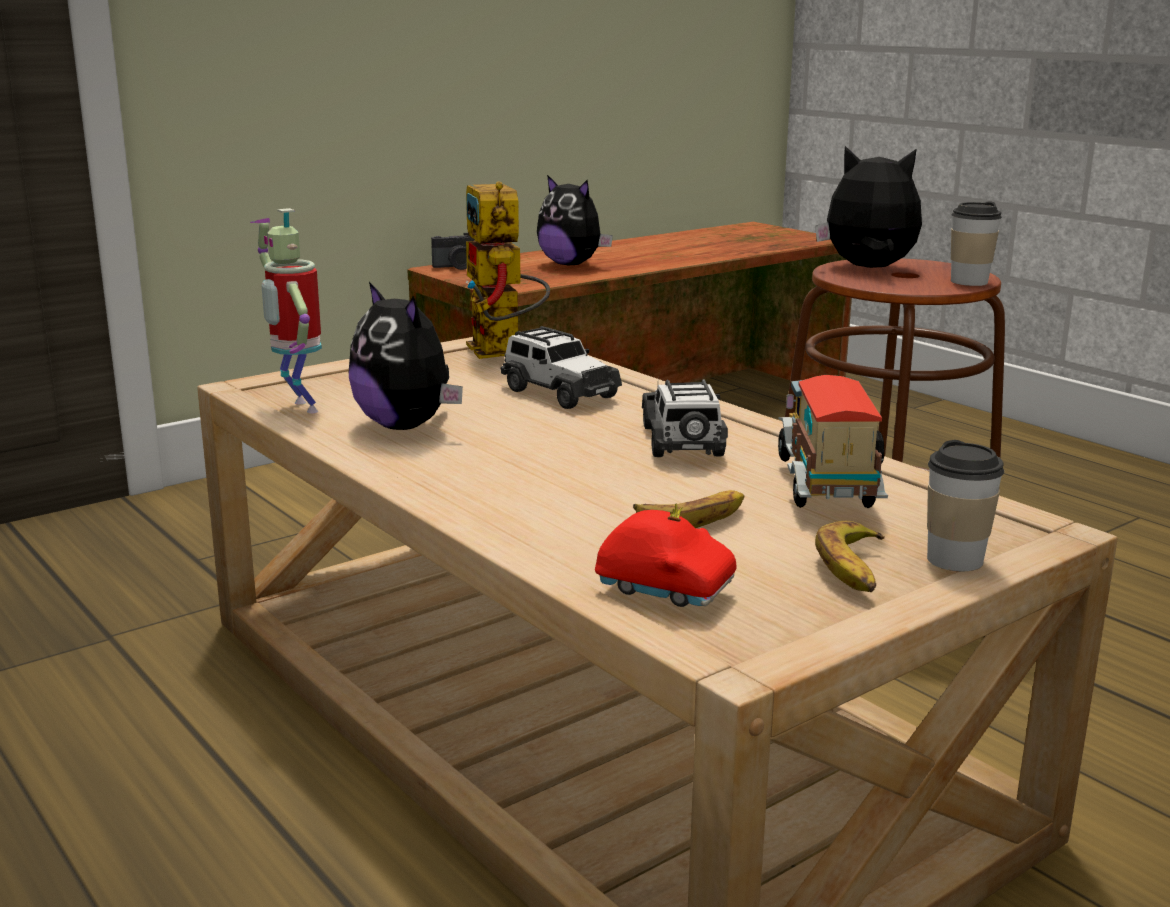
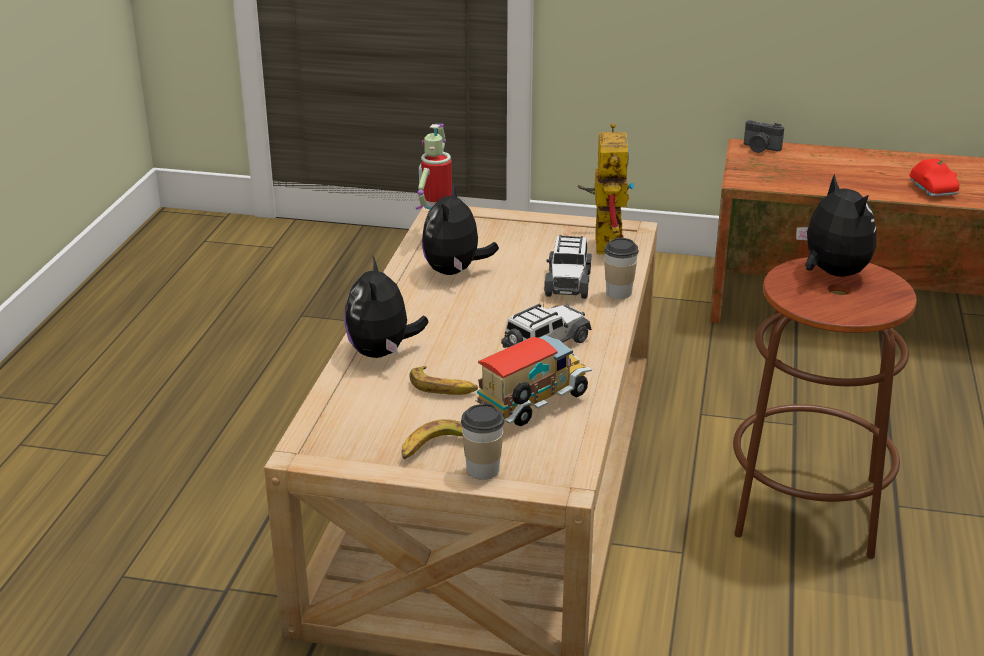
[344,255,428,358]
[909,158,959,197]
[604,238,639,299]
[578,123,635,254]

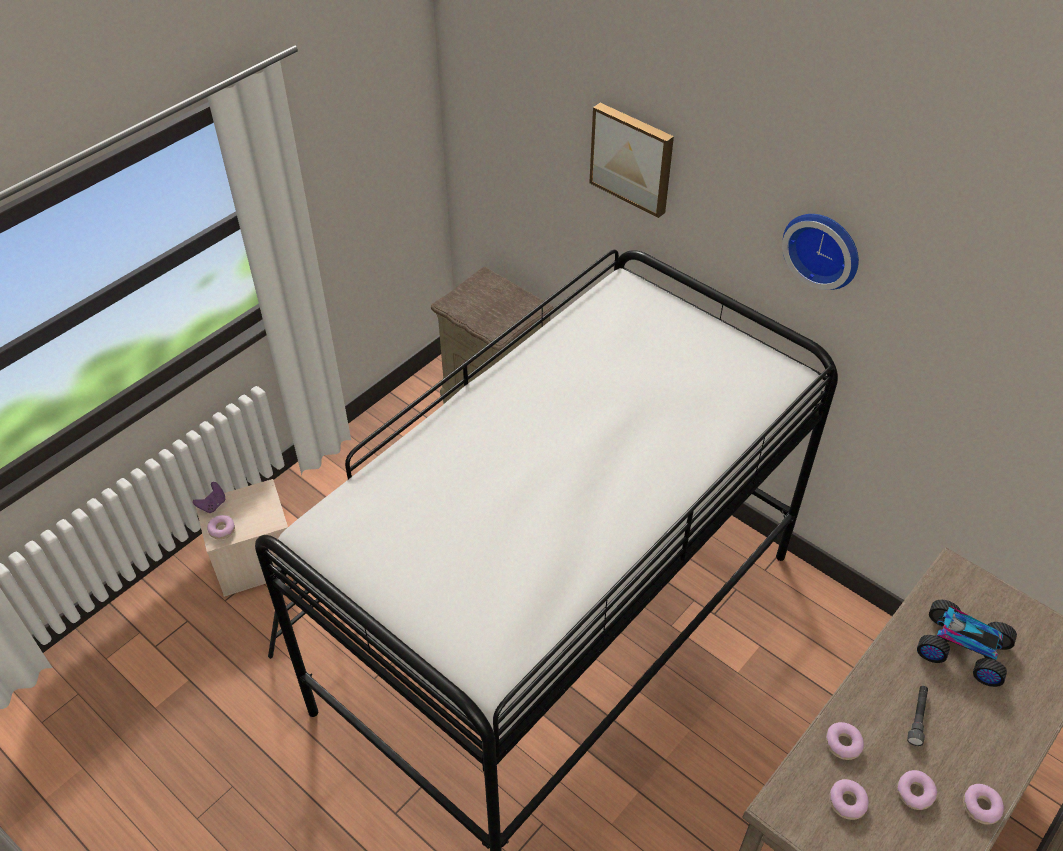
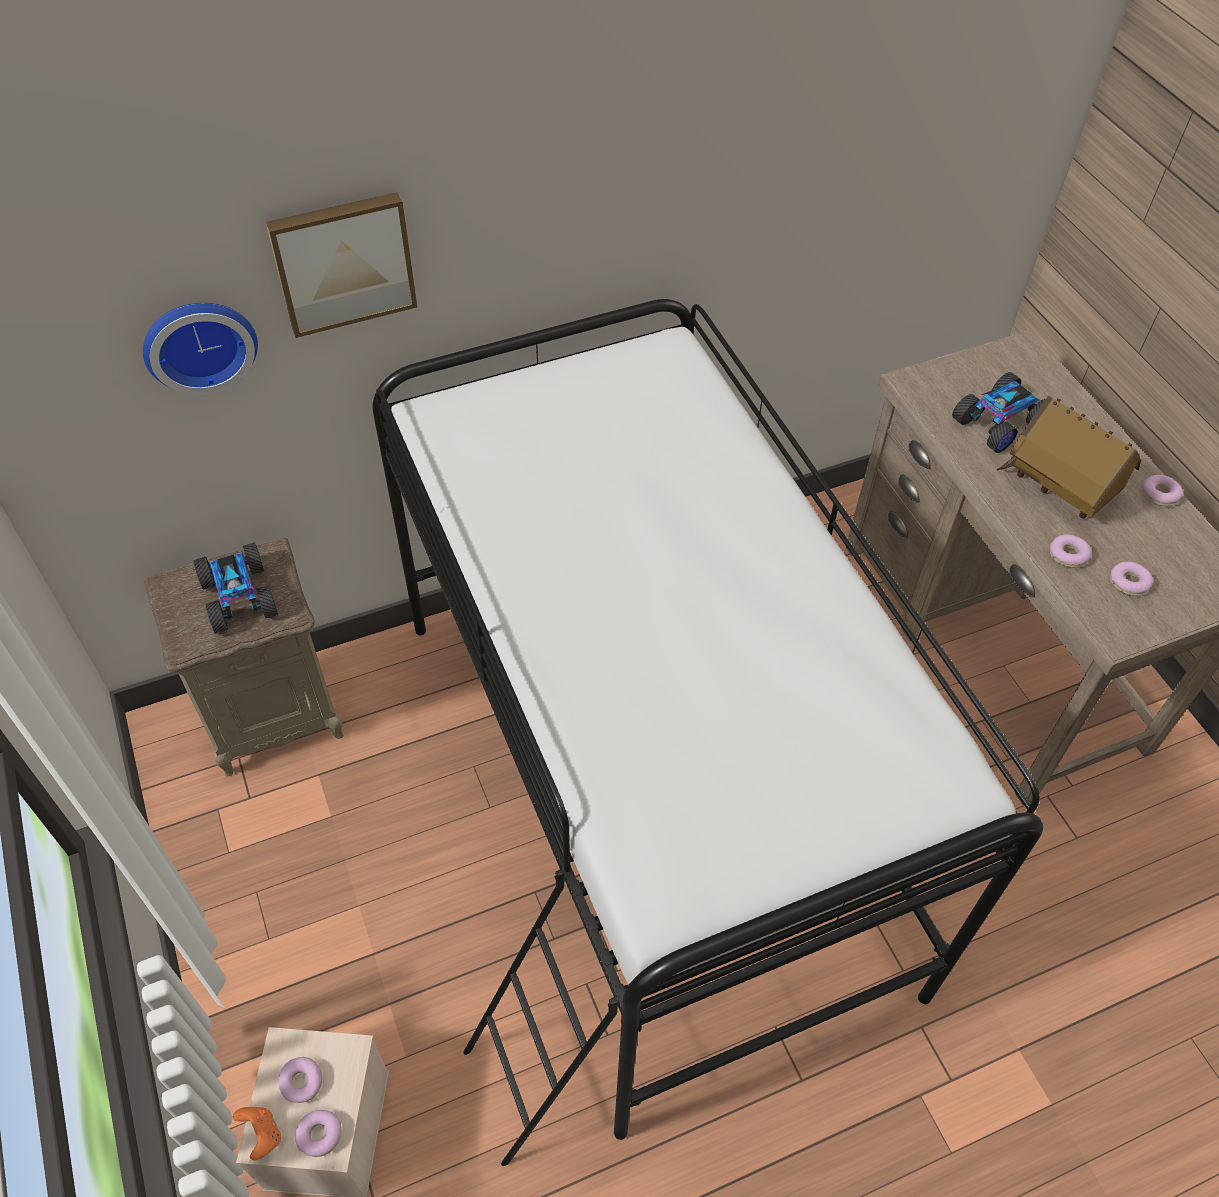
[193,542,278,634]
[143,303,258,395]
[278,1057,322,1103]
[996,395,1141,518]
[233,1107,281,1160]

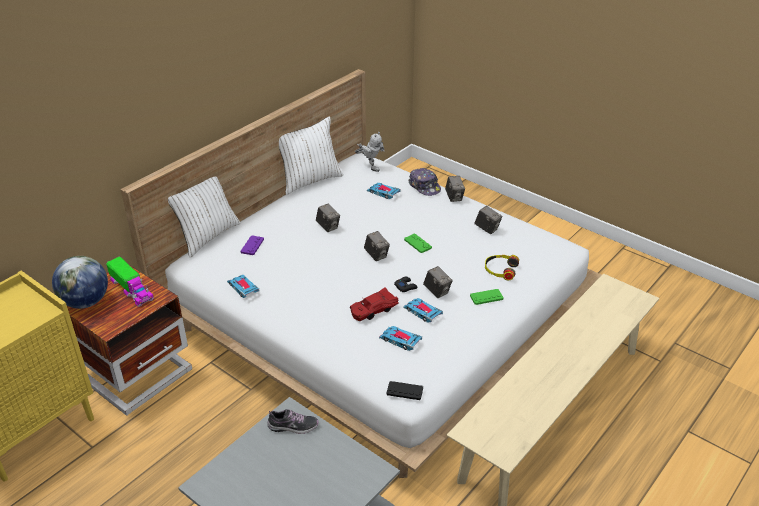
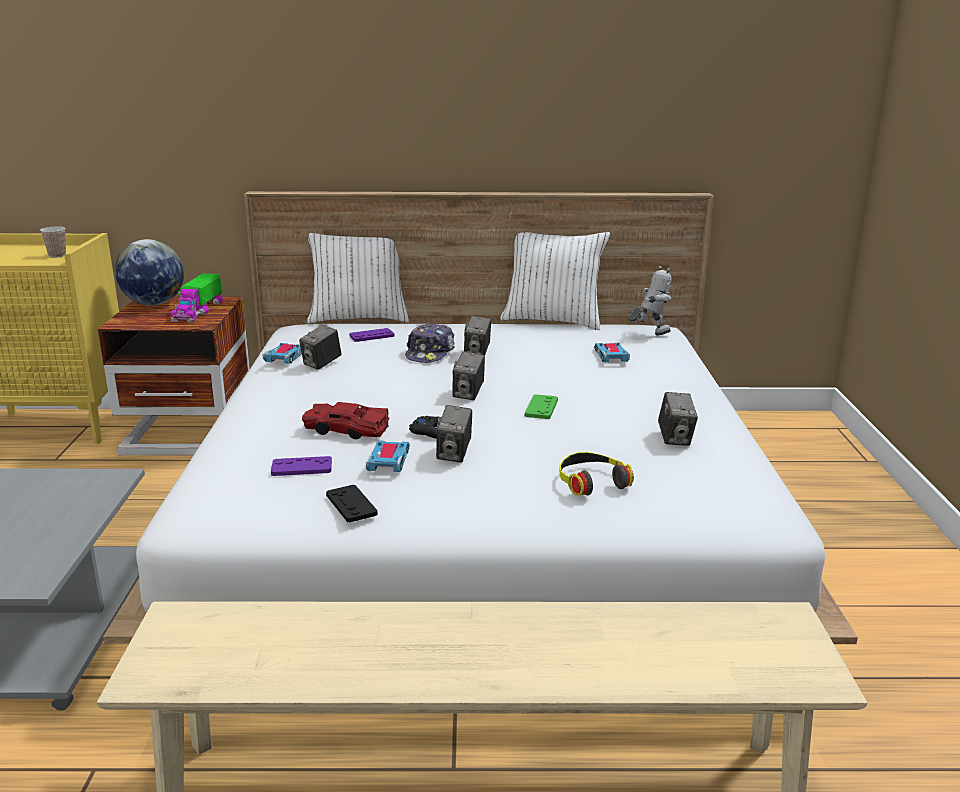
[267,409,319,434] (first image)
[470,289,504,305] (first image)
[40,227,66,258]
[326,485,378,523]
[405,323,455,363]
[299,325,342,370]
[271,456,332,476]
[629,266,671,335]

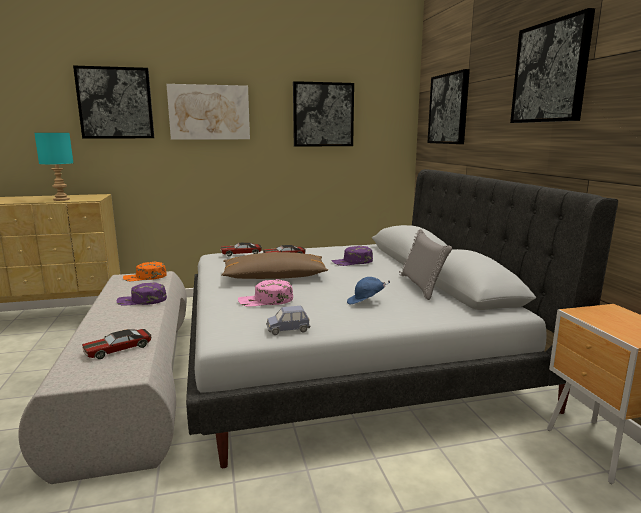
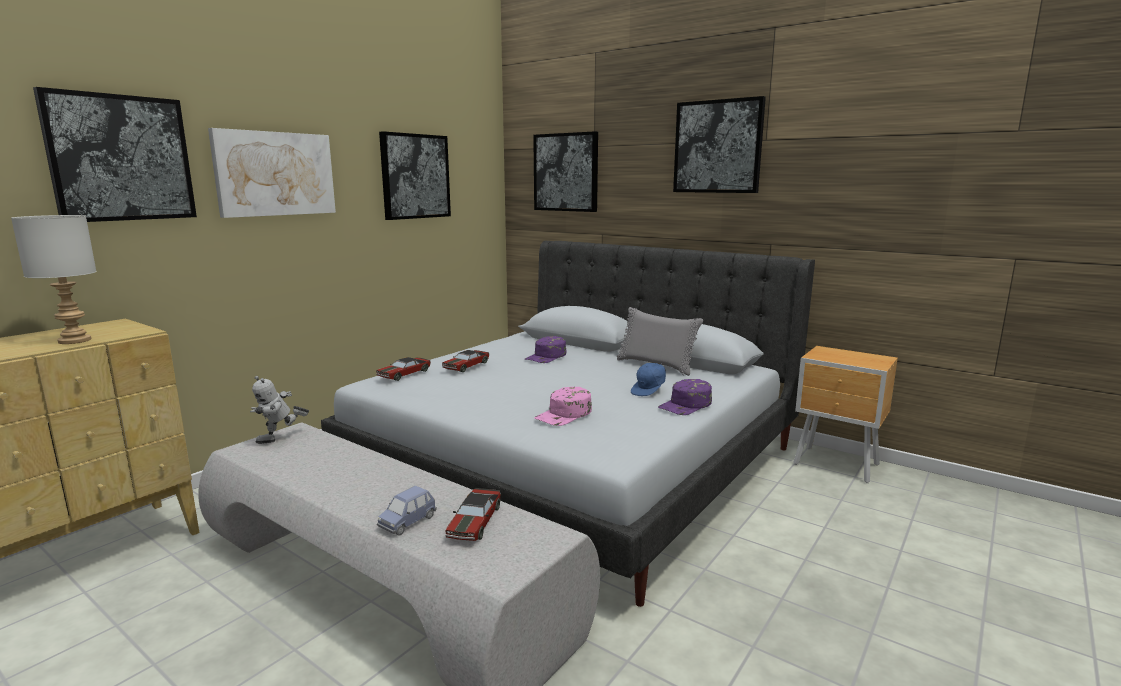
[221,252,328,279] (first image)
[658,379,712,415]
[377,486,437,535]
[250,376,309,444]
[11,215,97,344]

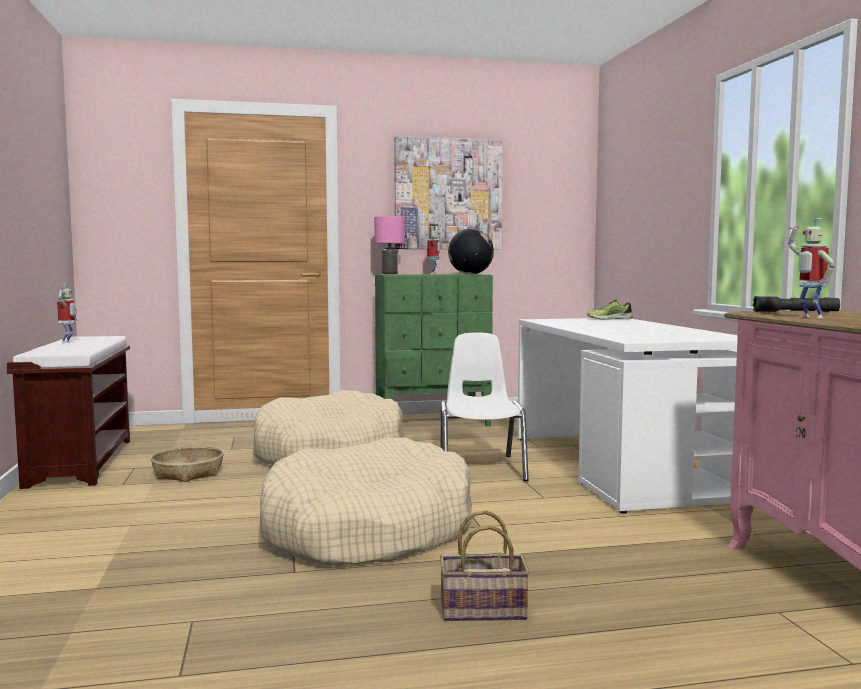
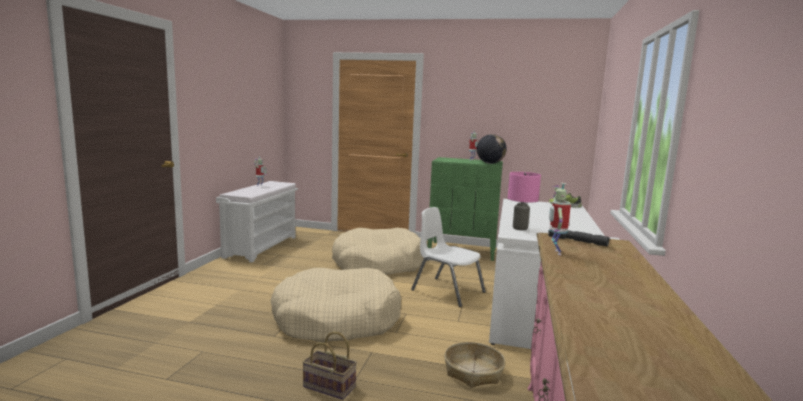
[394,136,503,249] (first image)
[444,342,506,388]
[508,172,541,230]
[216,181,298,262]
[411,207,486,307]

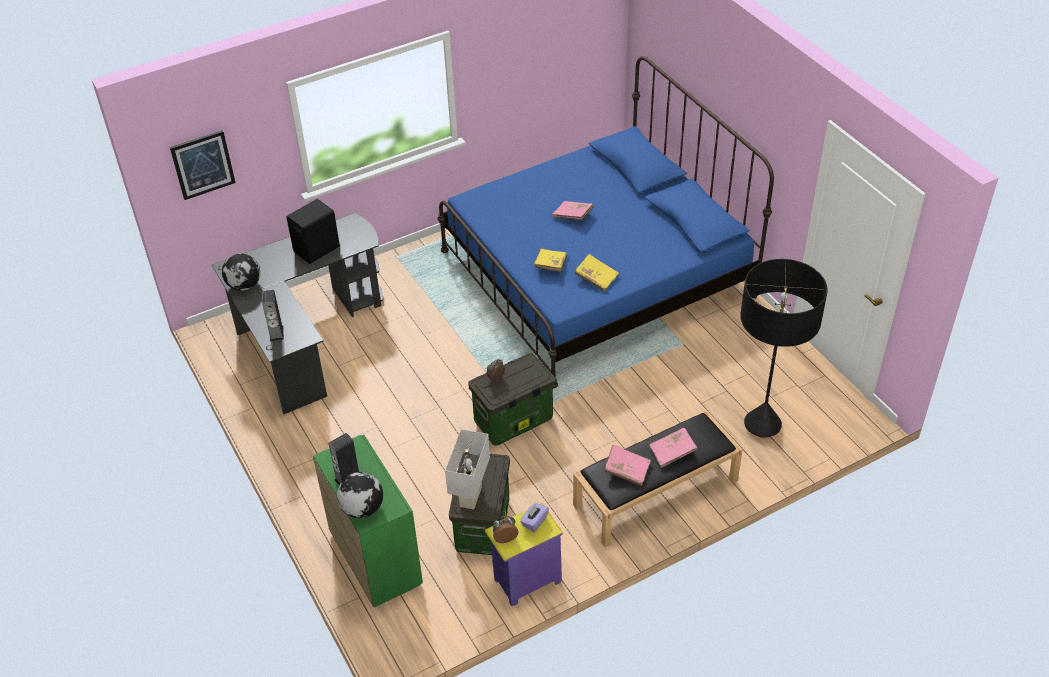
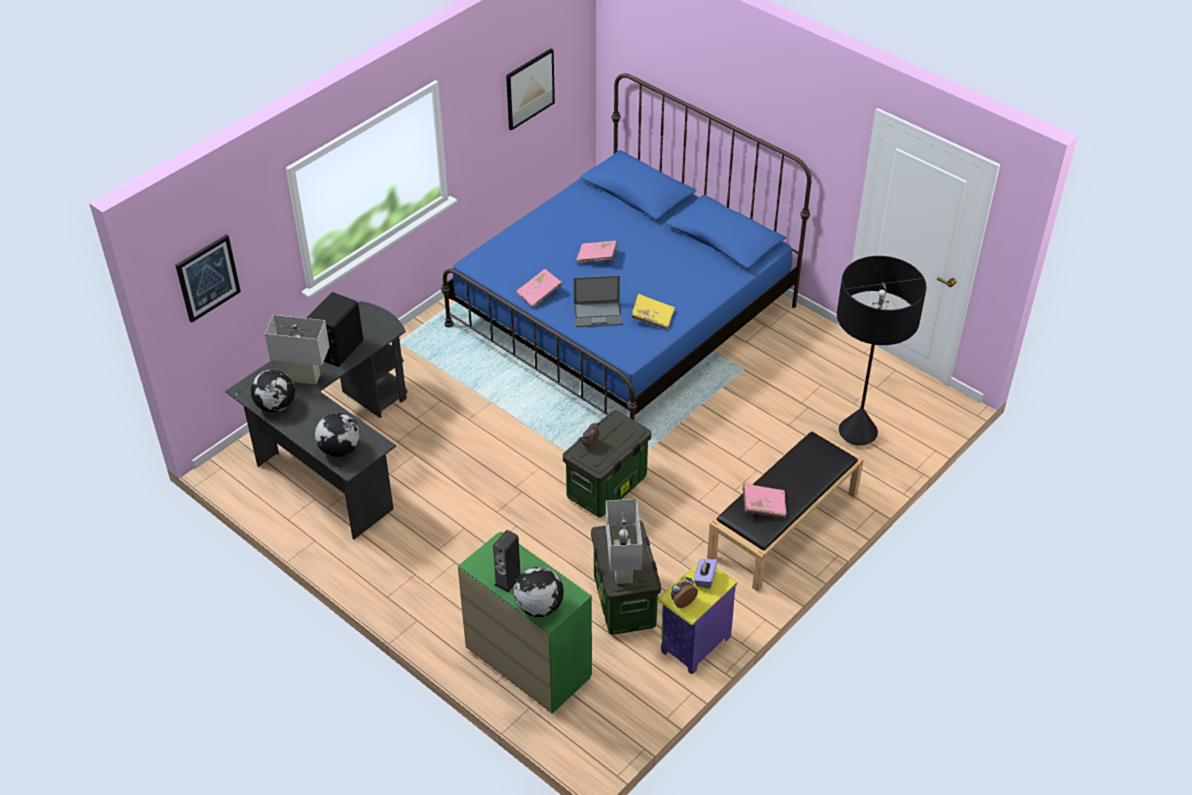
[265,315,330,384]
[506,48,555,131]
[517,269,563,308]
[315,413,360,457]
[574,275,622,327]

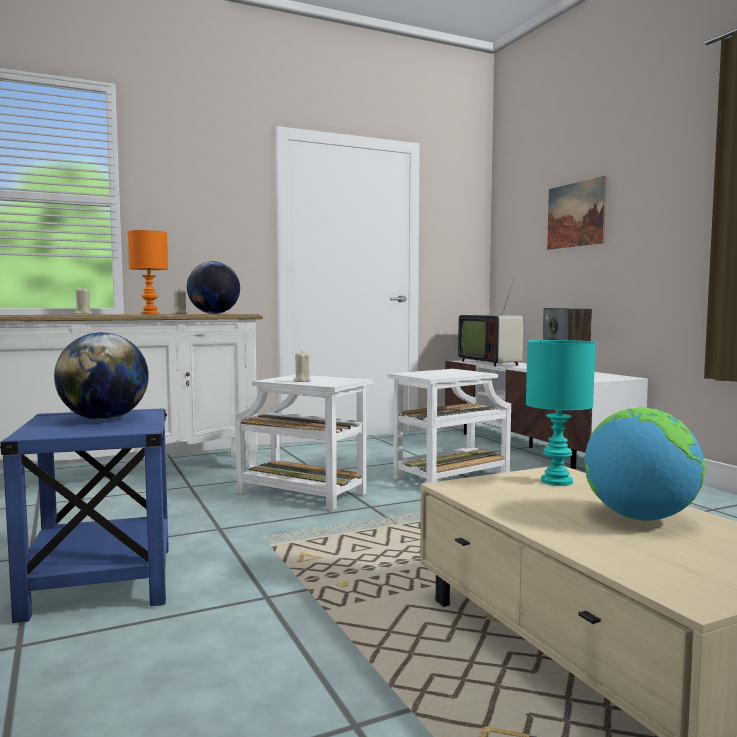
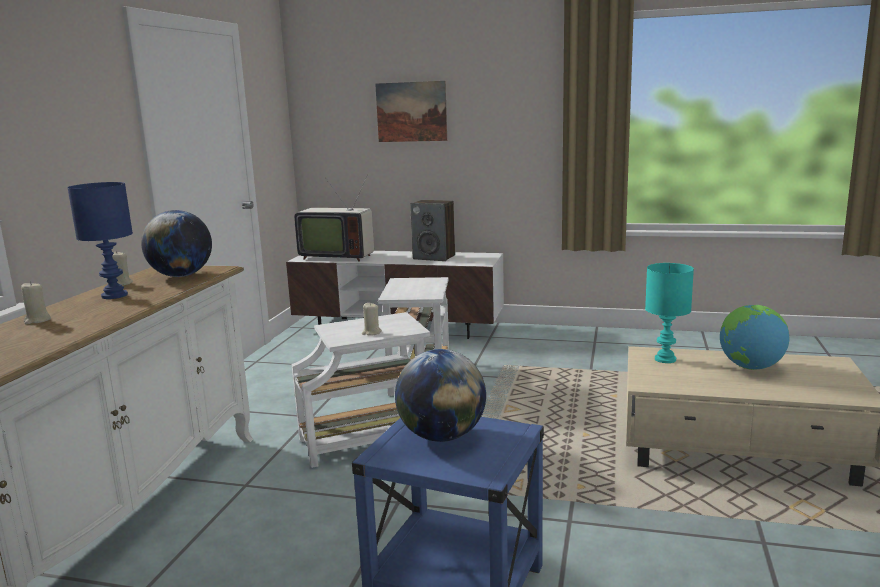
[67,182,133,299]

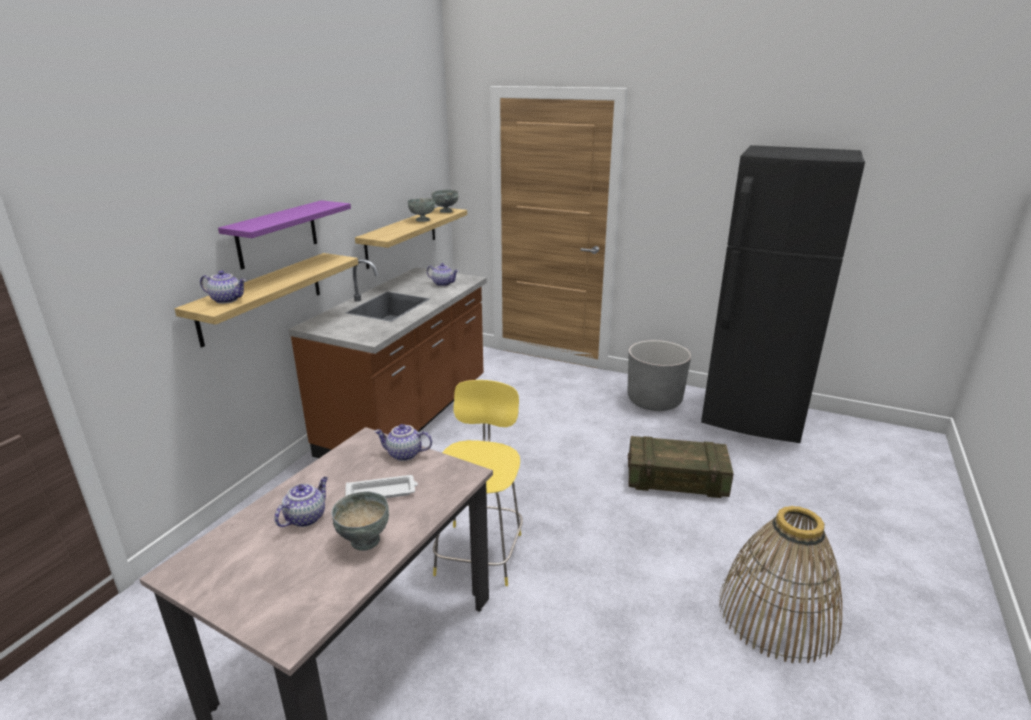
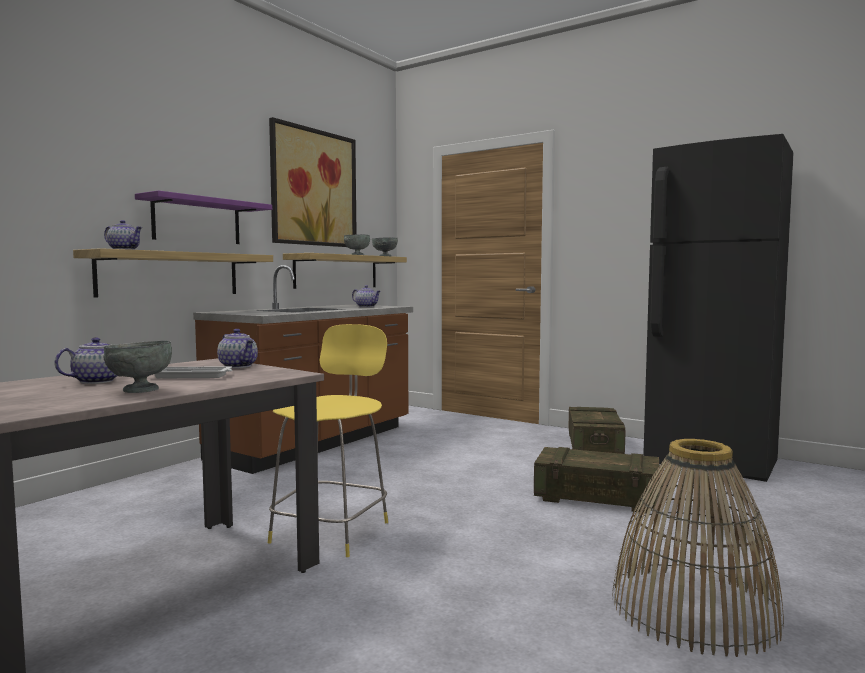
[269,117,357,247]
[568,407,626,454]
[217,329,258,368]

